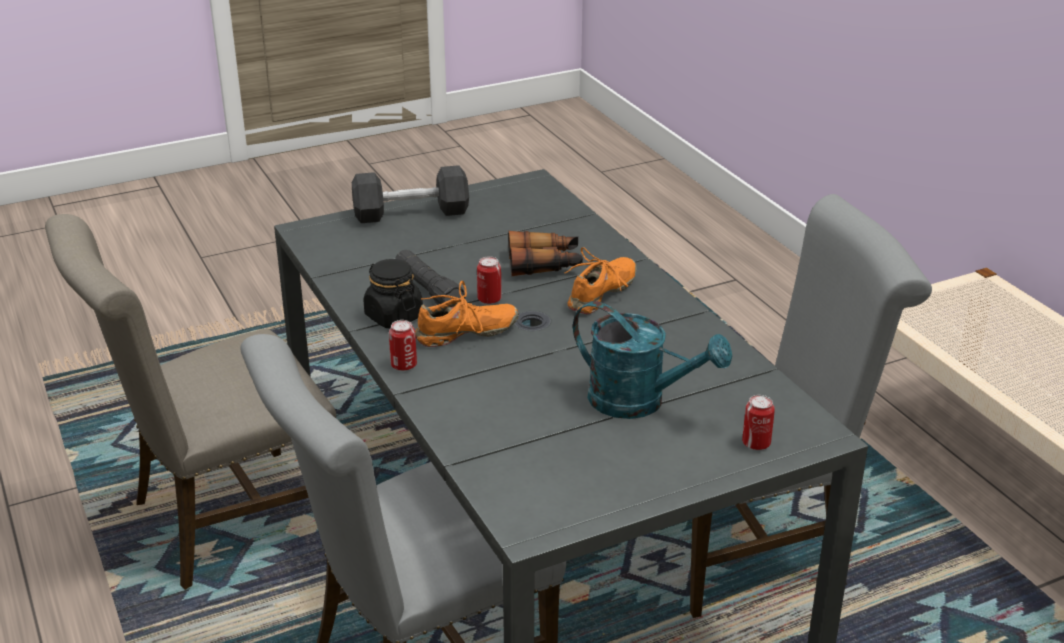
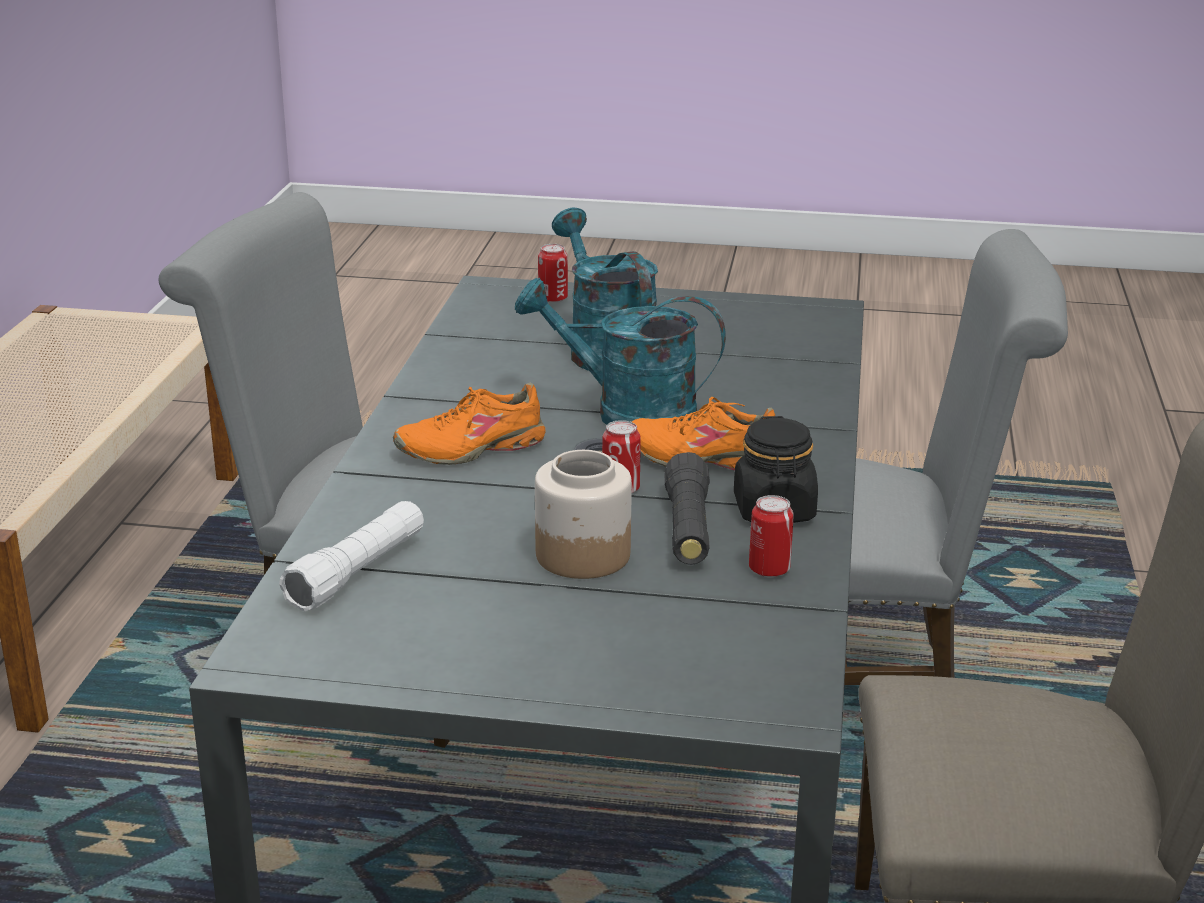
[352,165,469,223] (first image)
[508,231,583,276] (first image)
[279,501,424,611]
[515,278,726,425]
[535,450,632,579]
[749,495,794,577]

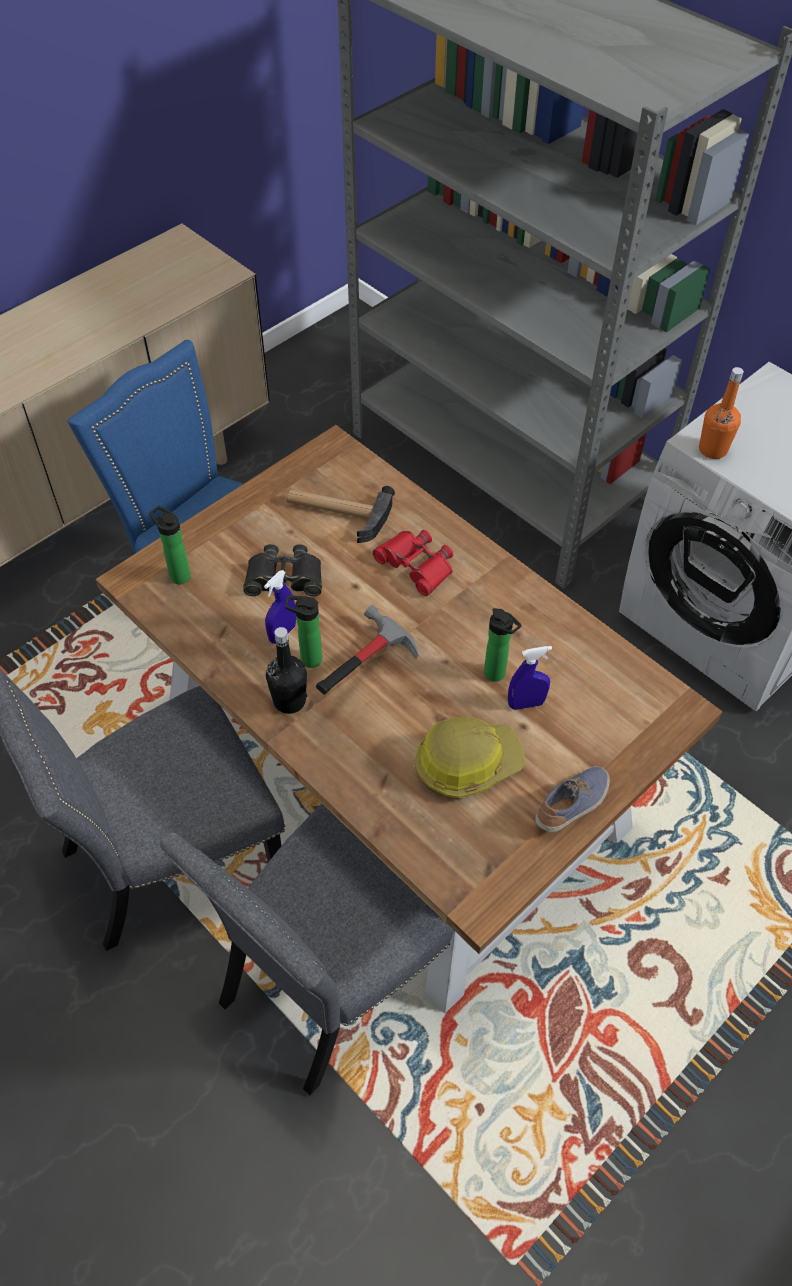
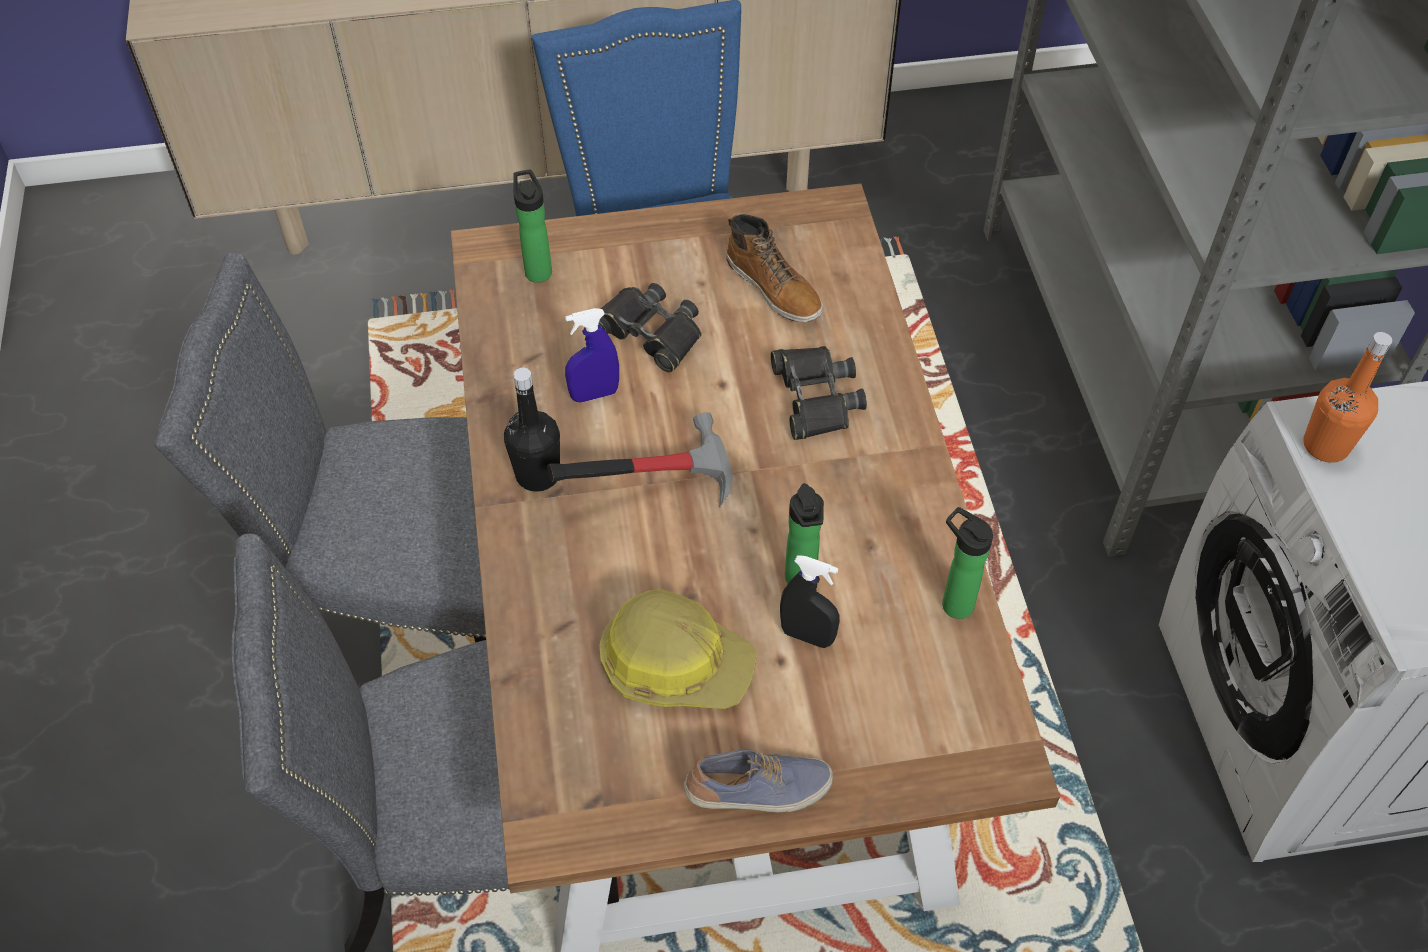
[942,507,993,619]
[726,214,823,322]
[771,346,867,440]
[780,555,840,648]

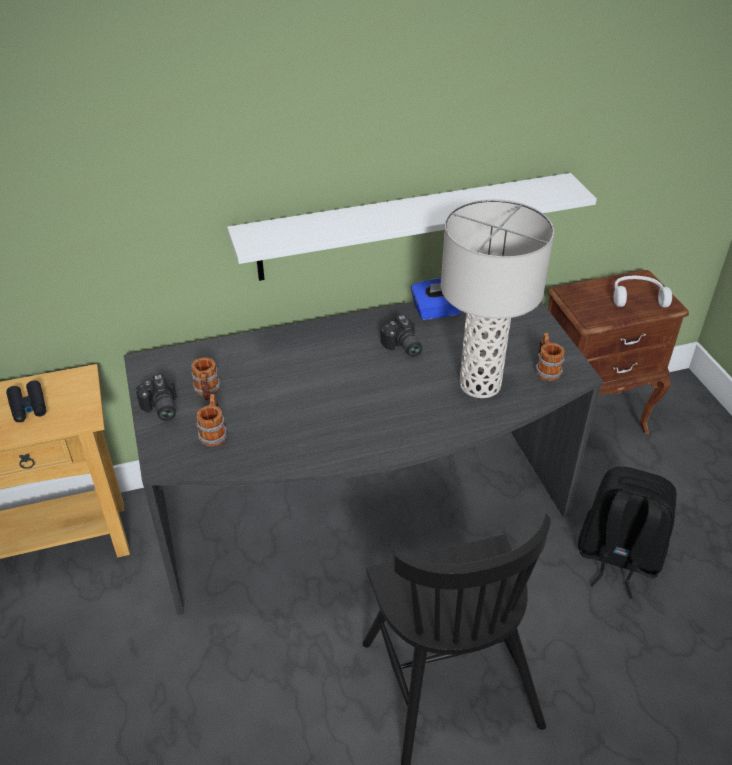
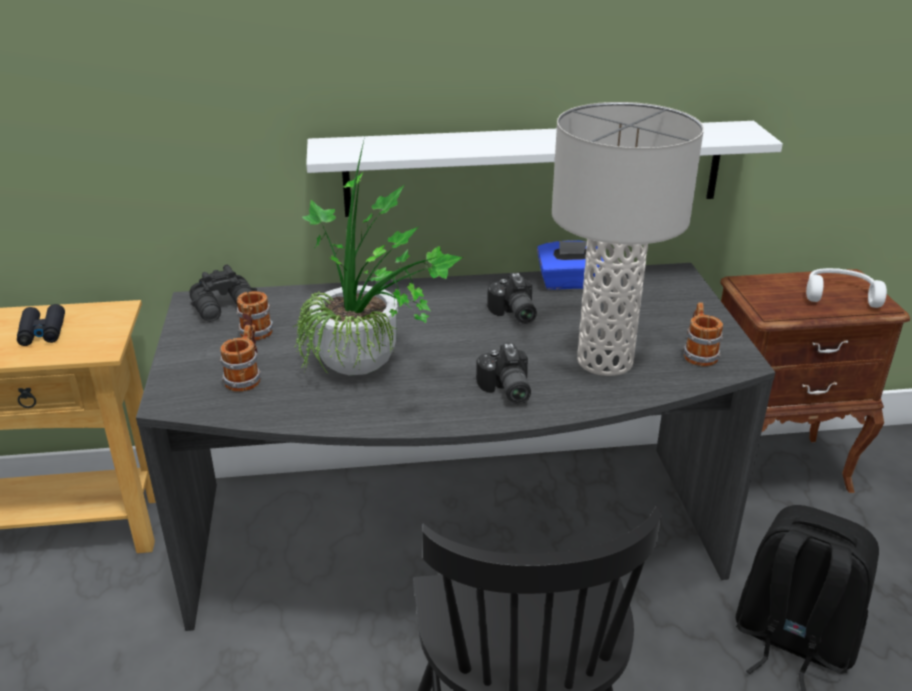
[189,264,257,322]
[293,137,463,376]
[476,343,531,404]

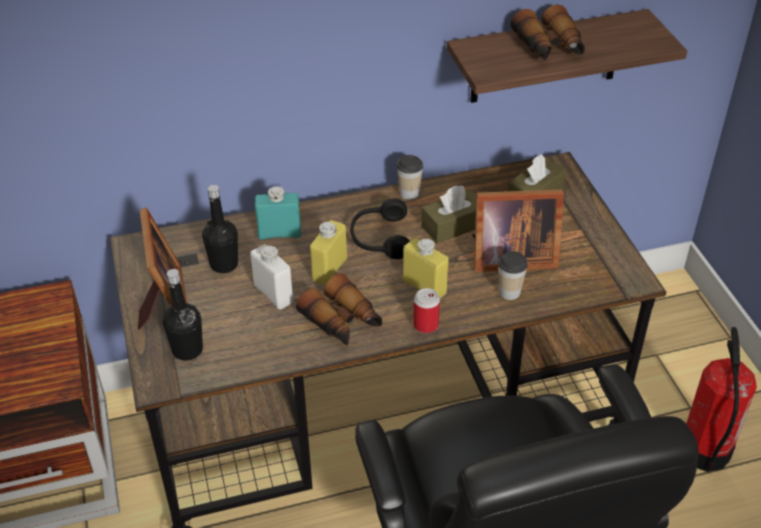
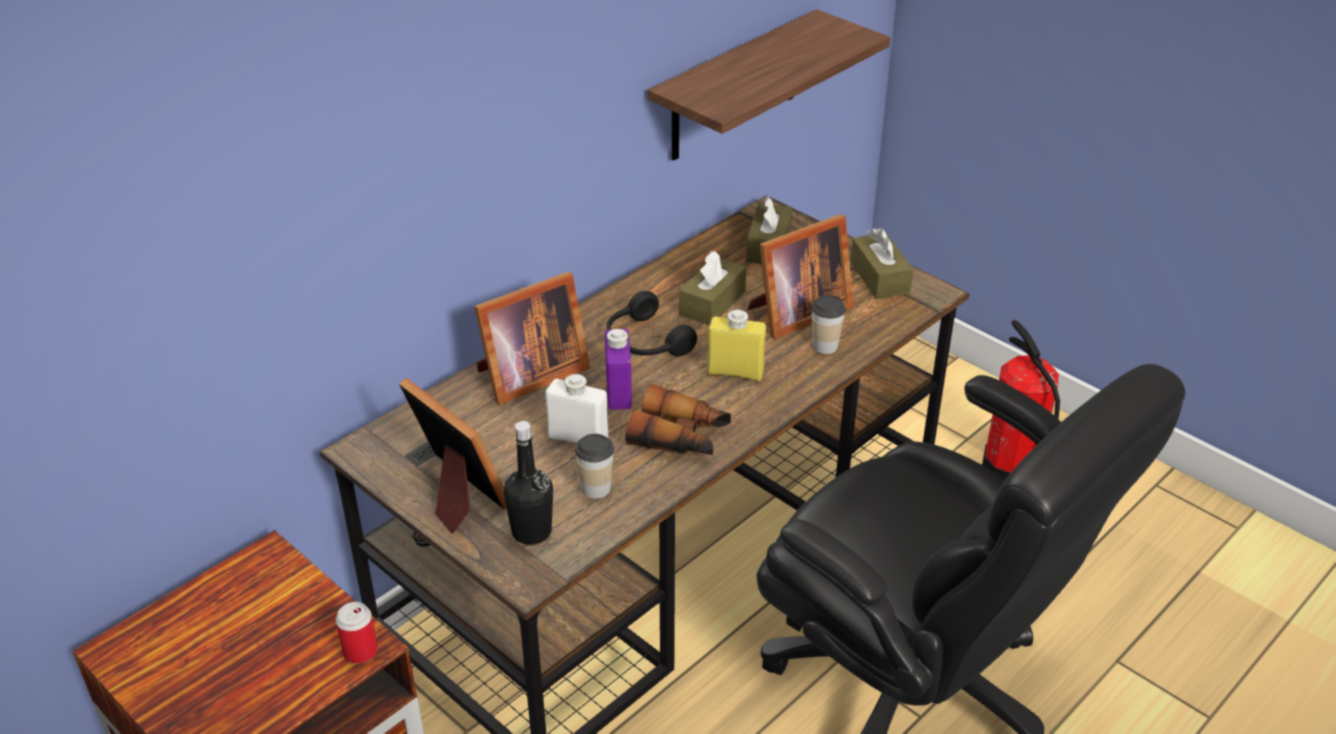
[202,185,238,273] (first image)
[511,5,585,60] (first image)
[850,228,913,299]
[575,434,614,498]
[336,602,378,663]
[474,272,590,405]
[605,329,632,410]

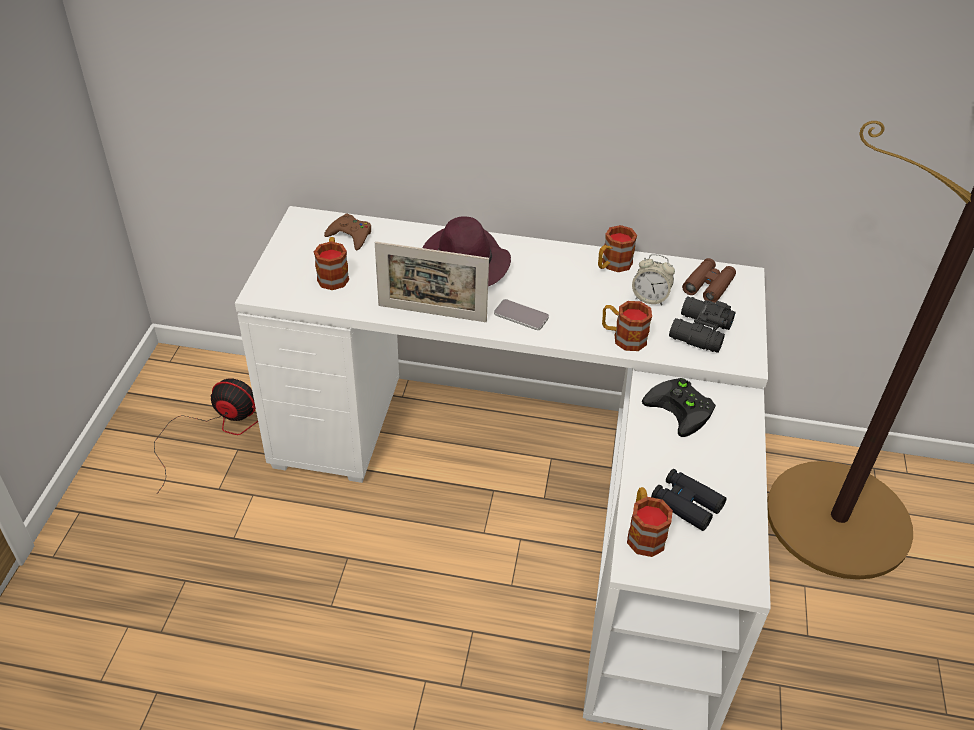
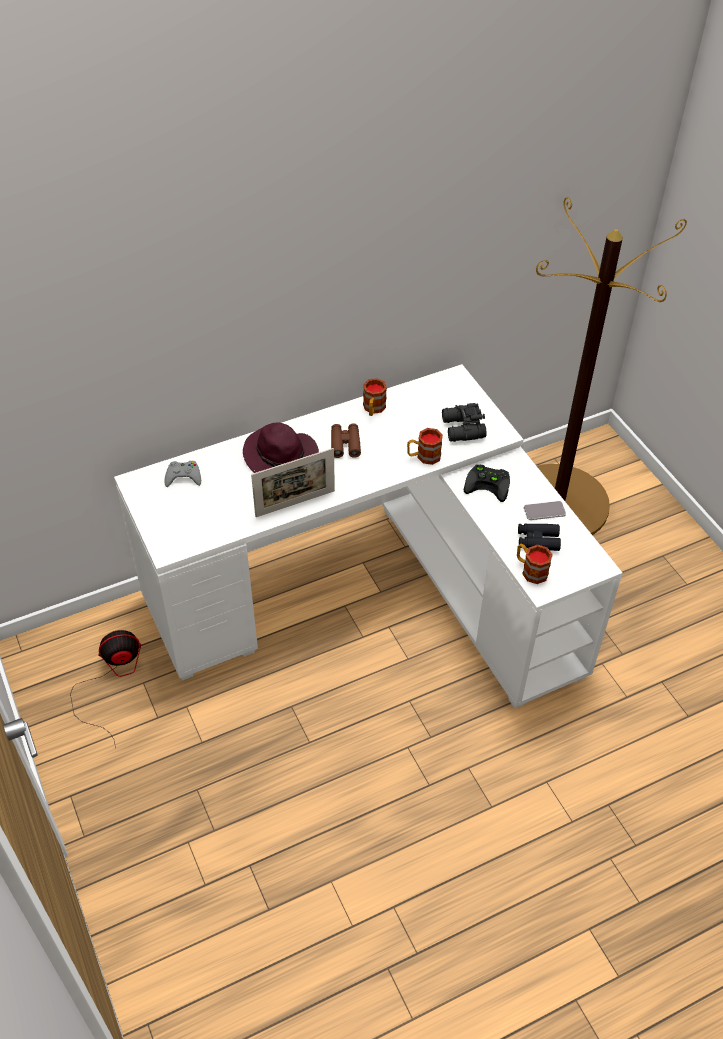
[314,237,349,290] (first image)
[632,254,675,305] (first image)
[524,501,566,520]
[331,423,361,458]
[164,461,201,487]

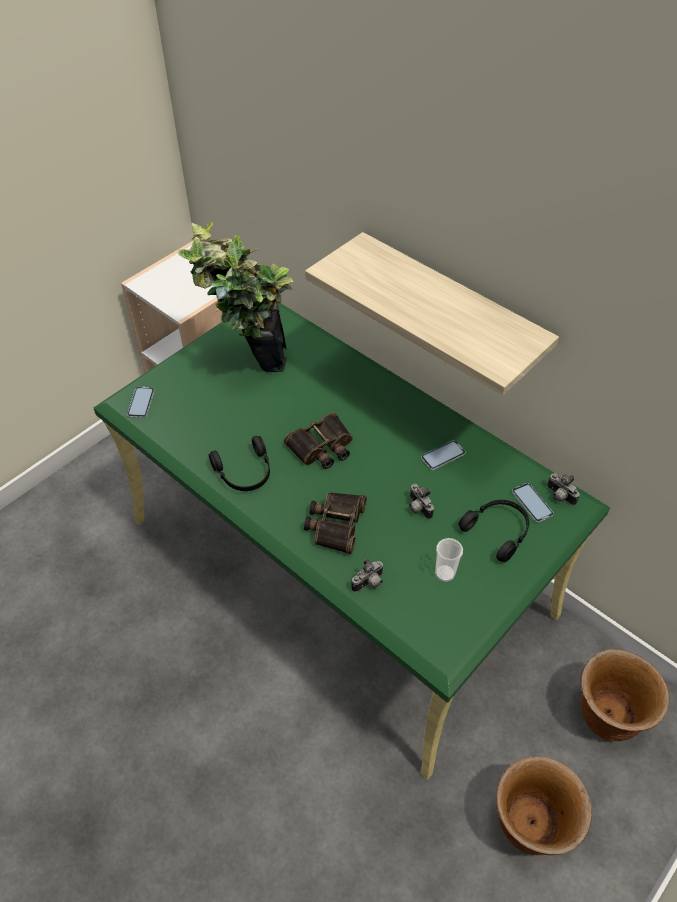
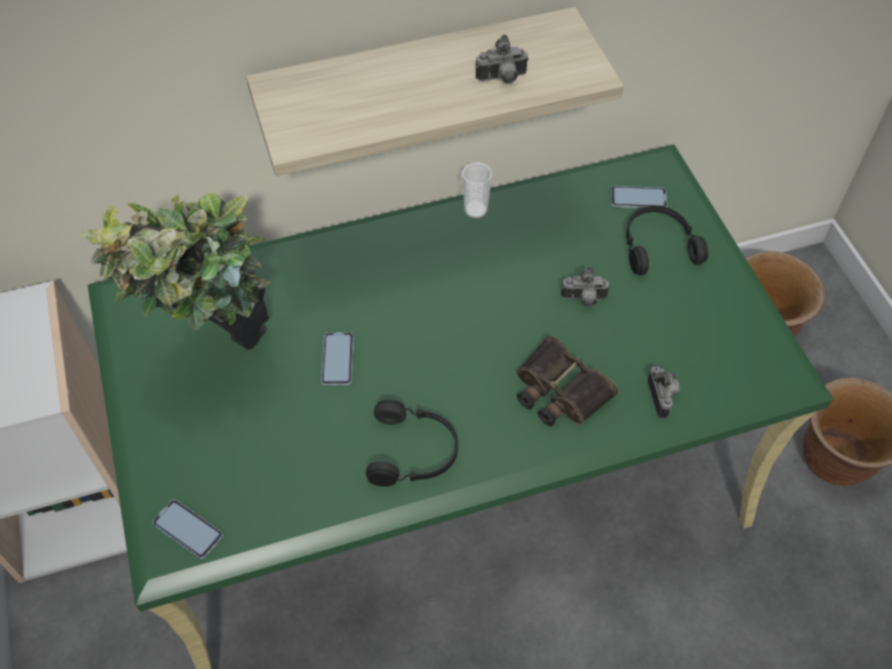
[284,412,353,469] (first image)
[321,332,354,386]
[462,162,493,218]
[476,34,529,83]

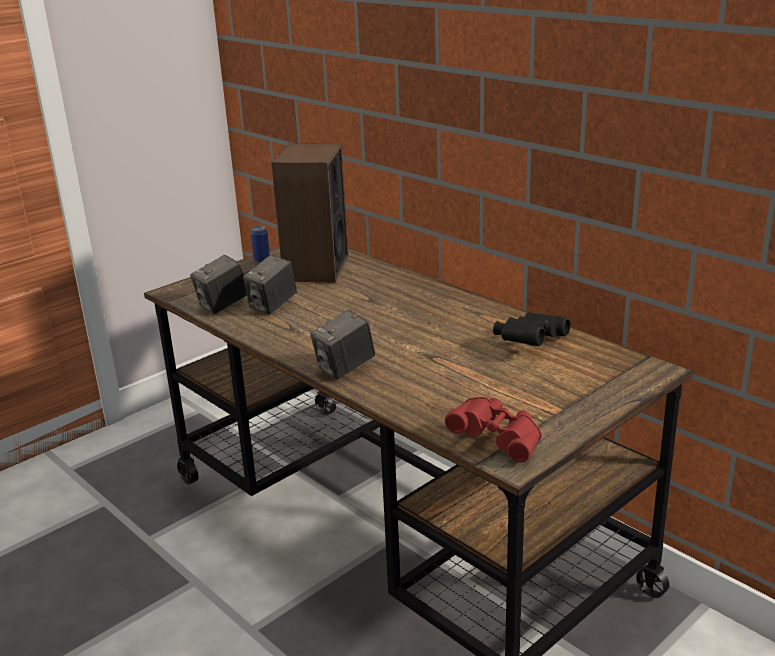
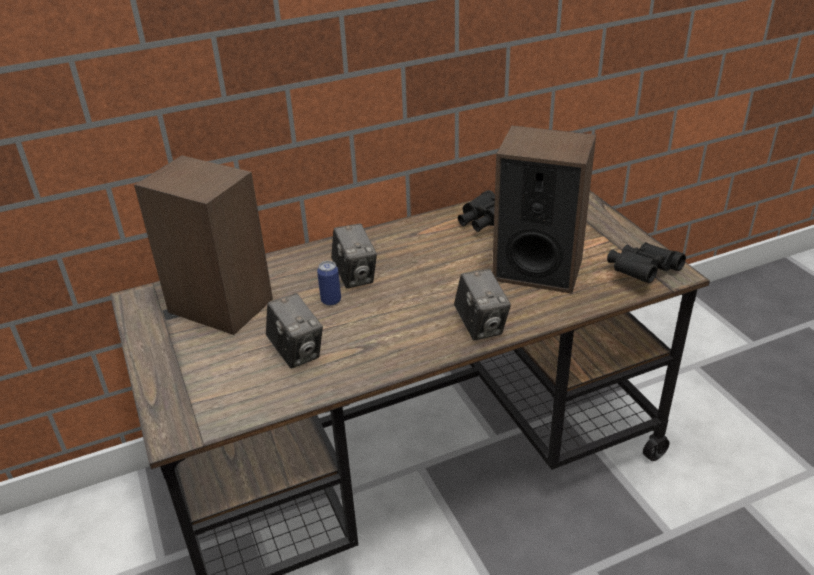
[492,126,596,294]
[331,224,377,288]
[317,261,341,306]
[607,242,686,283]

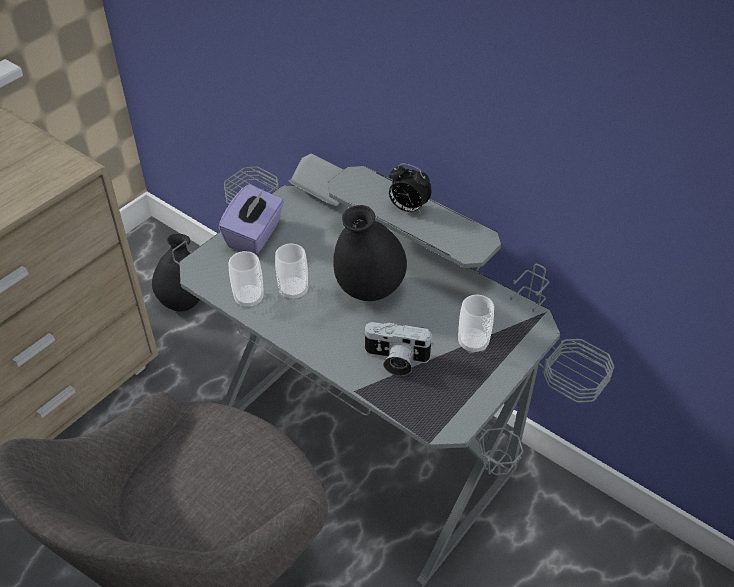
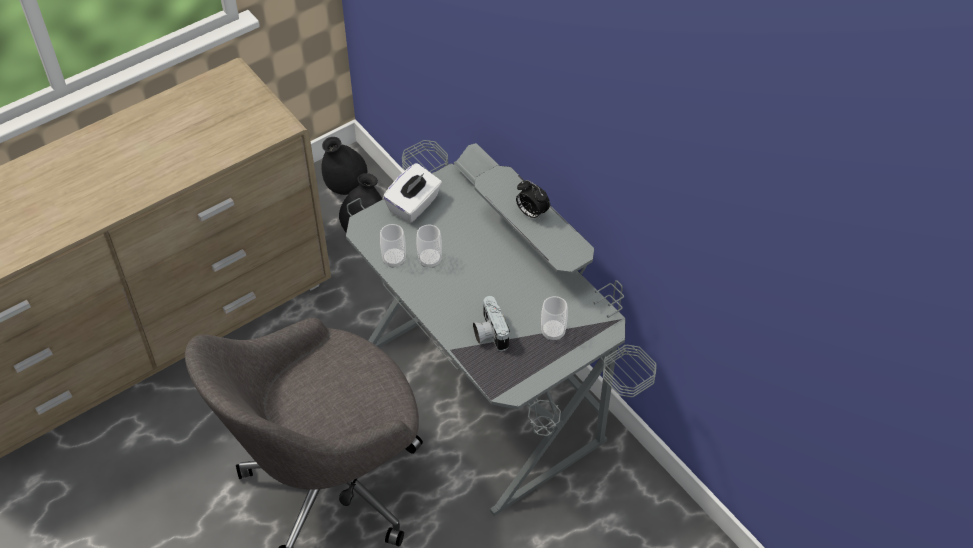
[321,137,367,195]
[383,163,442,223]
[473,296,510,351]

